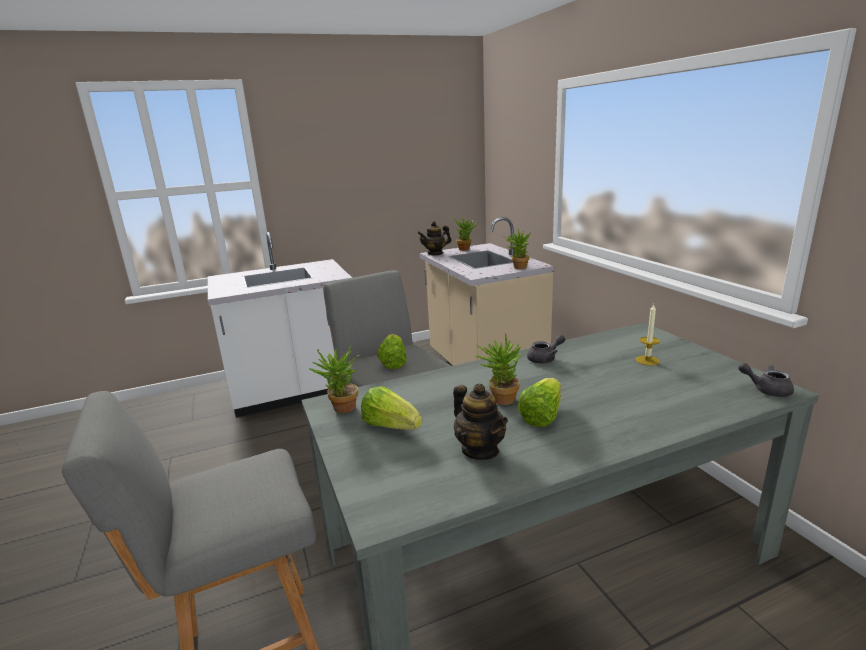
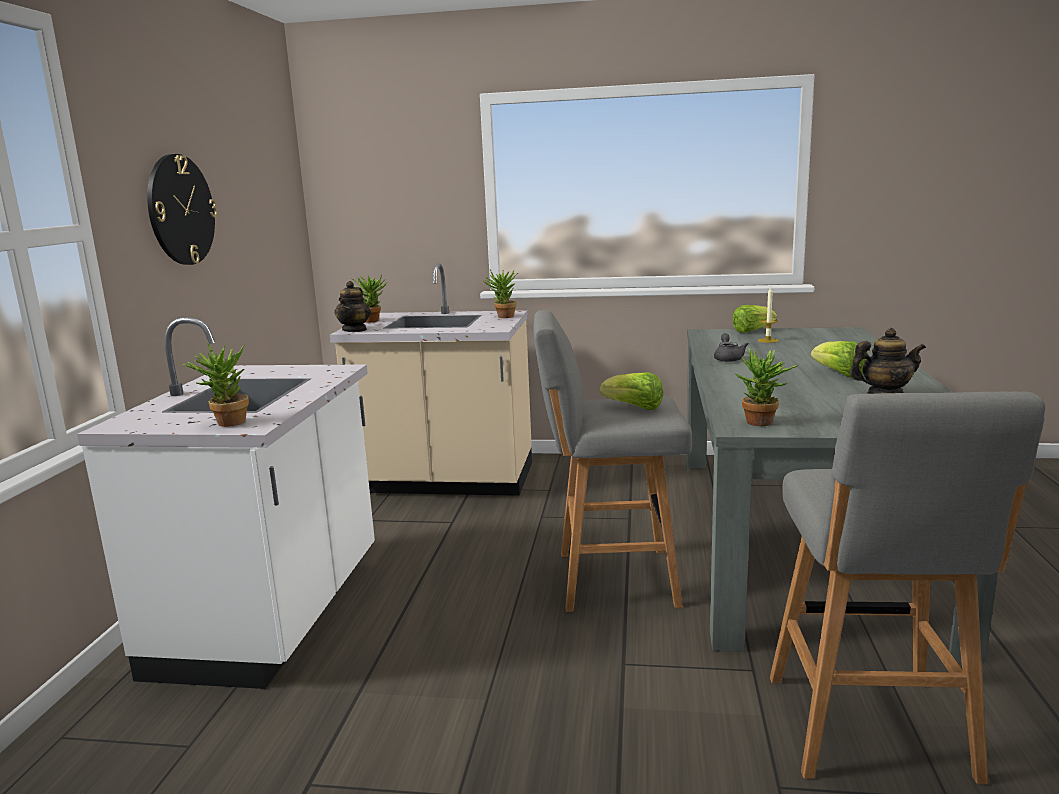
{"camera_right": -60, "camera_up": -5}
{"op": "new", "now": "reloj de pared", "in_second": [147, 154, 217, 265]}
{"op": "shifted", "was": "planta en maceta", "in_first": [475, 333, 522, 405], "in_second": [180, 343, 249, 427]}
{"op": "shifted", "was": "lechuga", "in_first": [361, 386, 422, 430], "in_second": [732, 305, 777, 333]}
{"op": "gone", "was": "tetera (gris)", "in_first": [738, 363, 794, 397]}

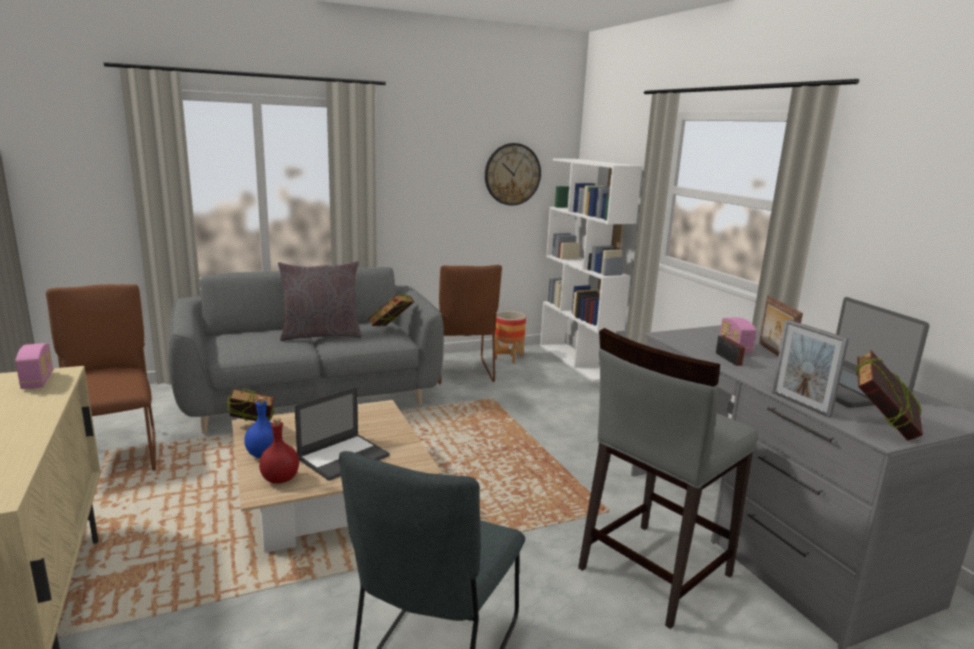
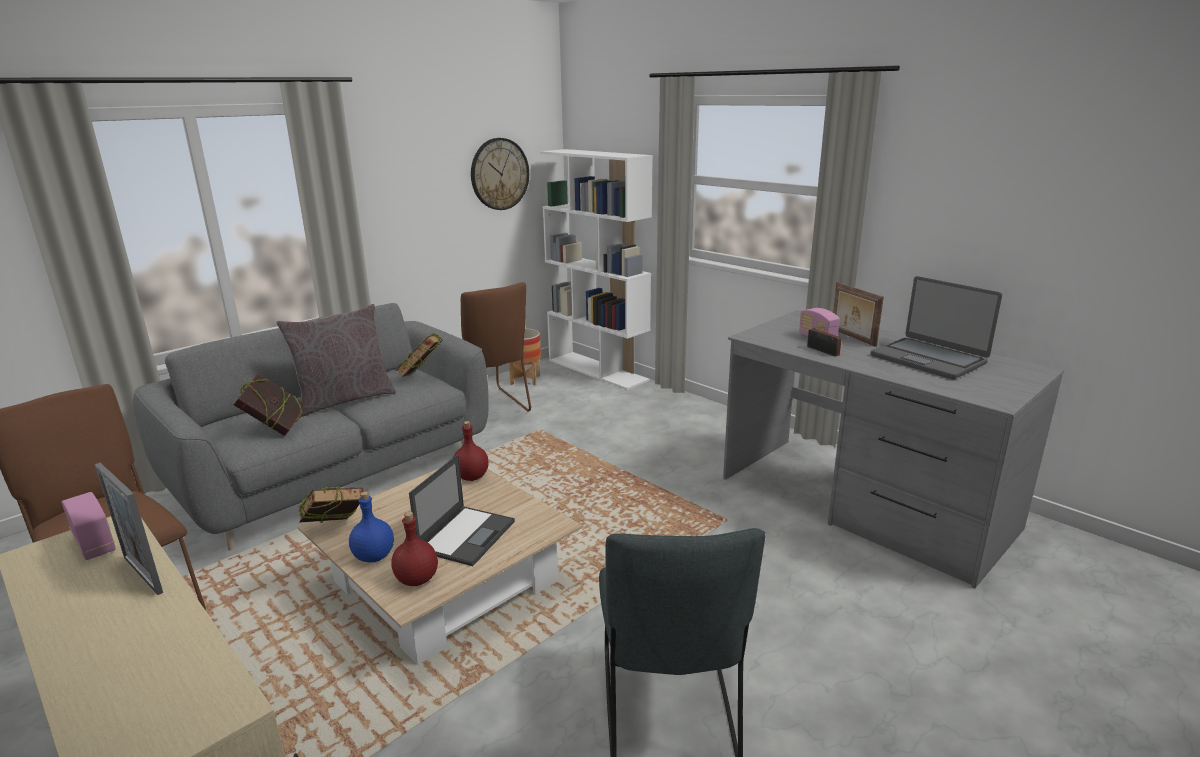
{"camera_right": -20, "camera_up": 5}
{"op": "shifted", "was": "portarretratos", "in_first": [772, 319, 849, 418], "in_second": [95, 463, 163, 595]}
{"op": "shifted", "was": "libro", "in_first": [856, 350, 923, 441], "in_second": [234, 374, 306, 436]}
{"op": "new", "now": "botella (rojo)", "in_second": [454, 421, 489, 481]}
{"op": "gone", "was": "taburete (gris)", "in_first": [578, 328, 758, 629]}

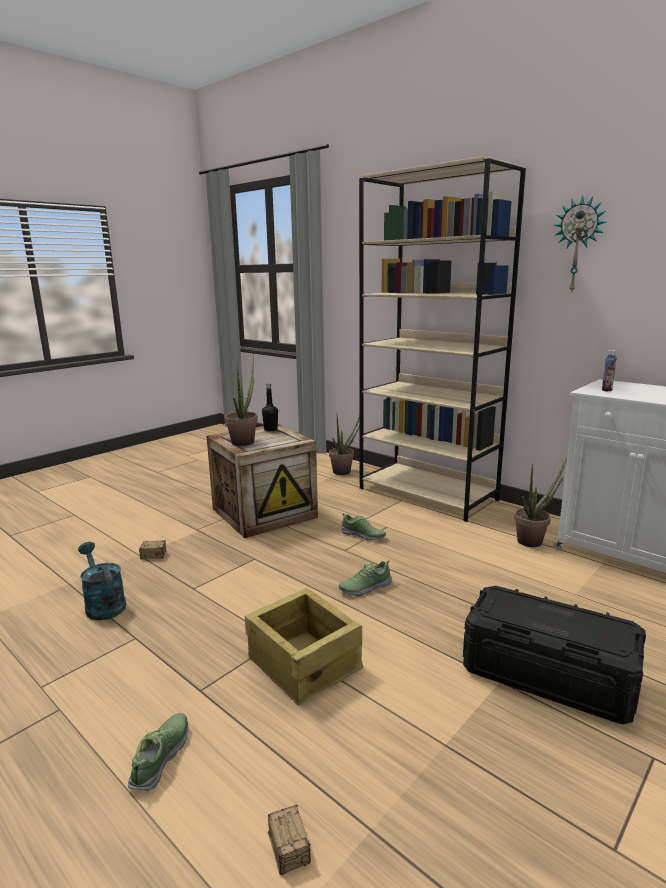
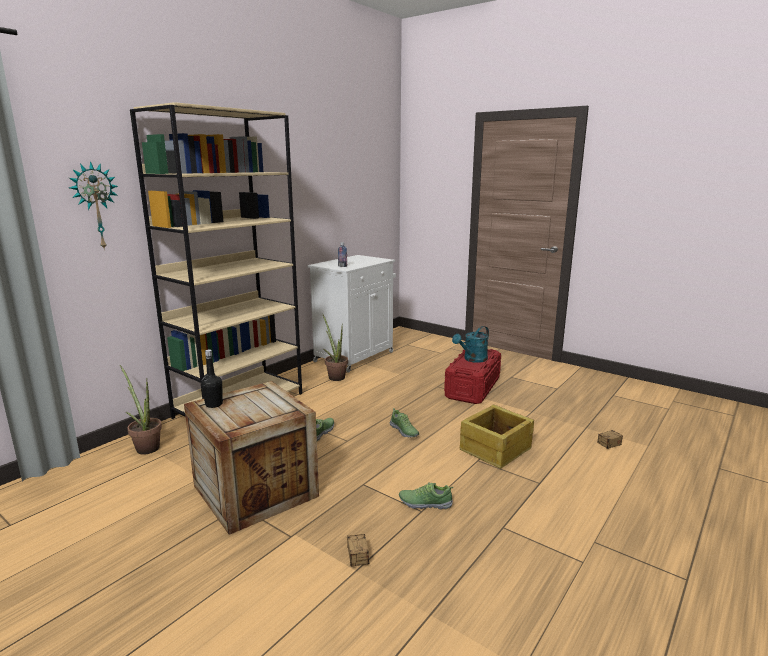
{"camera_right": -95, "camera_up": 0}
{"op": "shifted", "was": "reloj de pared", "in_first": [554, 195, 606, 294], "in_second": [69, 161, 118, 250]}
{"op": "shifted", "was": "zapato", "in_first": [128, 713, 188, 791], "in_second": [399, 482, 453, 510]}
{"op": "repainted", "was": "caja de almacenaje (negro)", "now": "caja de almacenaje (rojo)", "in_first": [463, 586, 646, 725], "in_second": [444, 349, 501, 404]}
{"op": "shifted", "was": "regadera (turquesa)", "in_first": [78, 542, 126, 620], "in_second": [452, 326, 489, 363]}
{"op": "gone", "was": "planta en maceta", "in_first": [225, 354, 258, 446]}

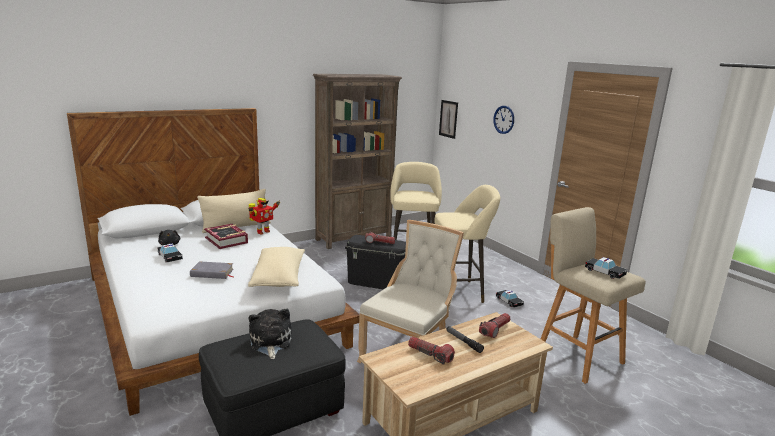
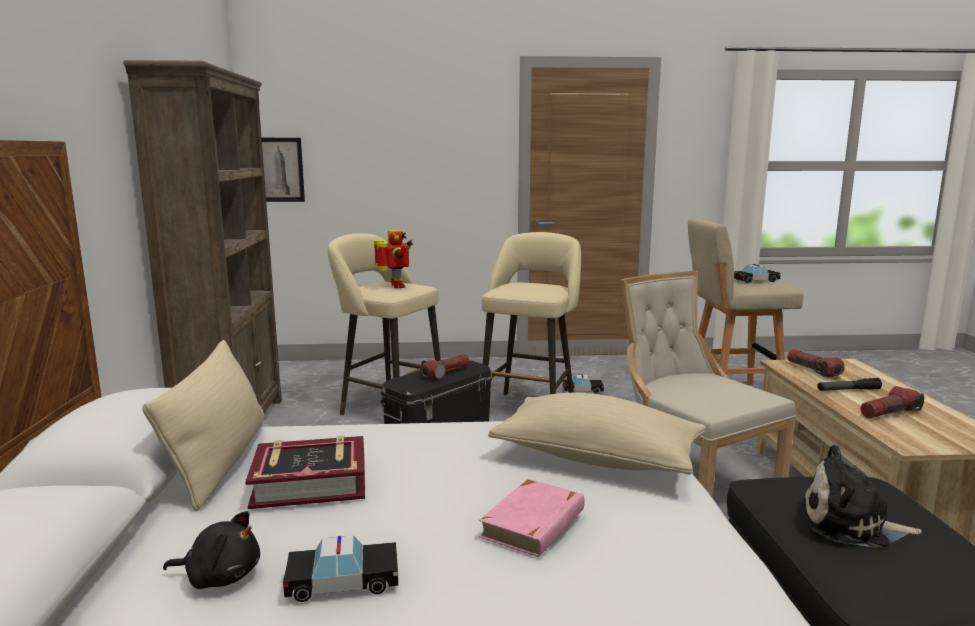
{"camera_right": -60, "camera_up": -5}
{"op": "shifted", "was": "robot de juguete", "in_first": [248, 198, 280, 234], "in_second": [374, 230, 413, 288]}
{"op": "repainted", "was": "libro (gris)", "now": "libro (rosa)", "in_first": [190, 261, 234, 279], "in_second": [479, 479, 585, 557]}
{"op": "gone", "was": "reloj de pared", "in_first": [493, 106, 514, 134]}

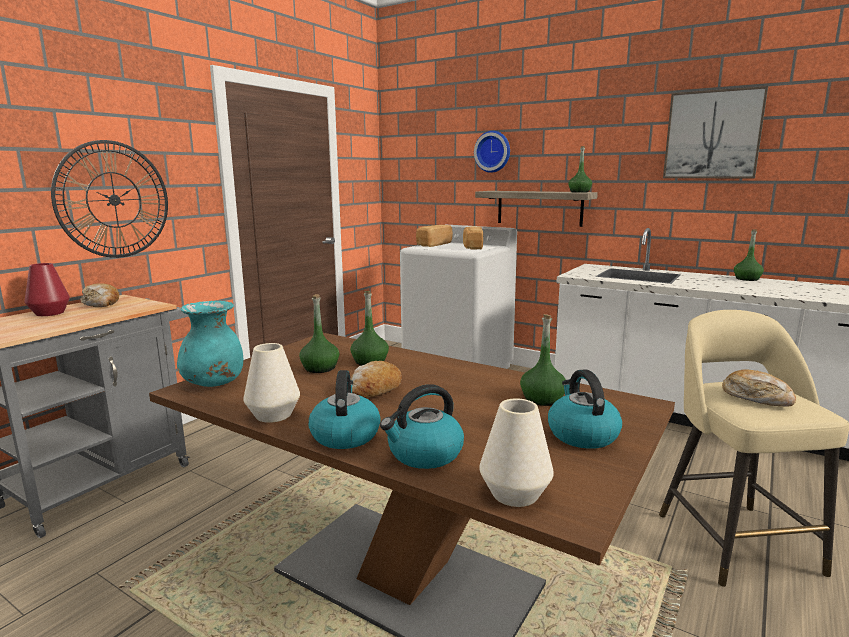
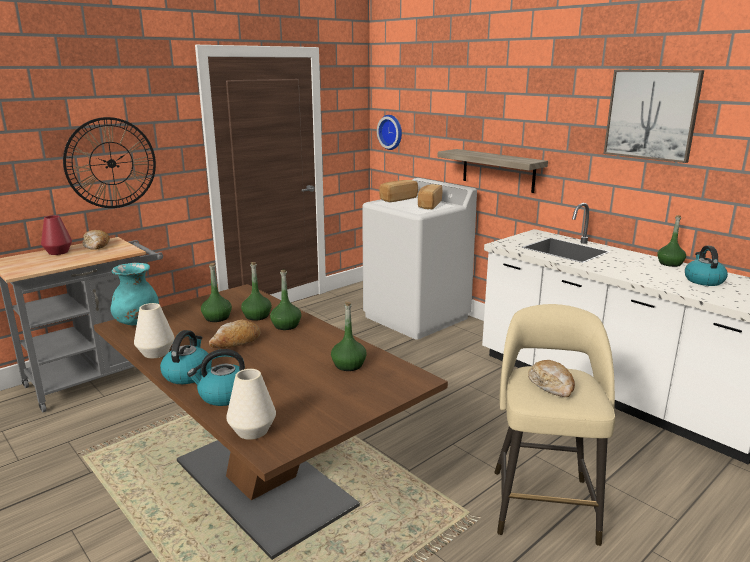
{"camera_right": 15, "camera_up": 5}
{"op": "shifted", "was": "botella (verde)", "in_first": [568, 146, 592, 193], "in_second": [270, 270, 301, 330]}
{"op": "shifted", "was": "reloj de pared", "in_first": [474, 131, 510, 173], "in_second": [377, 115, 402, 150]}
{"op": "shifted", "was": "hervidor", "in_first": [548, 369, 622, 449], "in_second": [685, 246, 728, 286]}

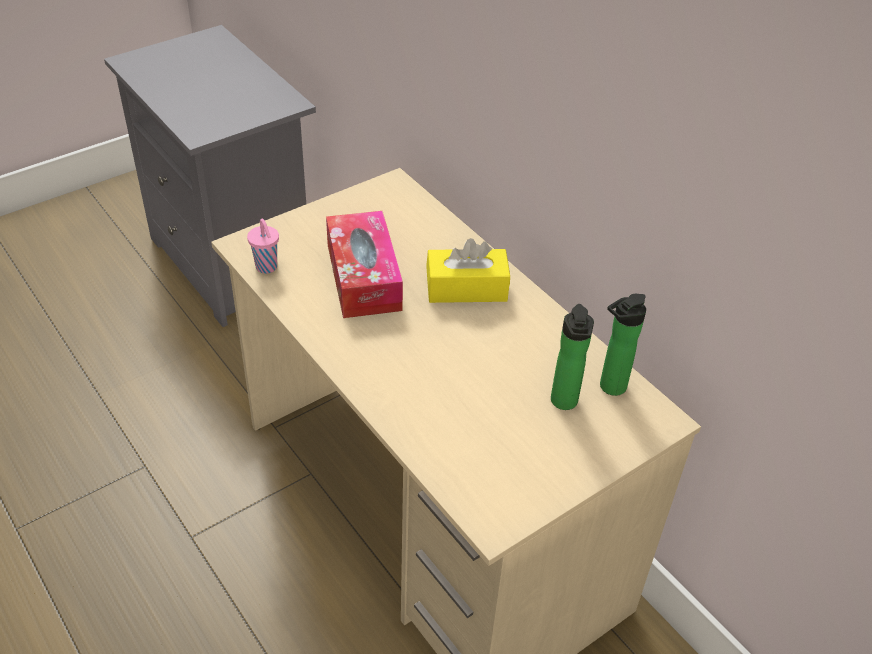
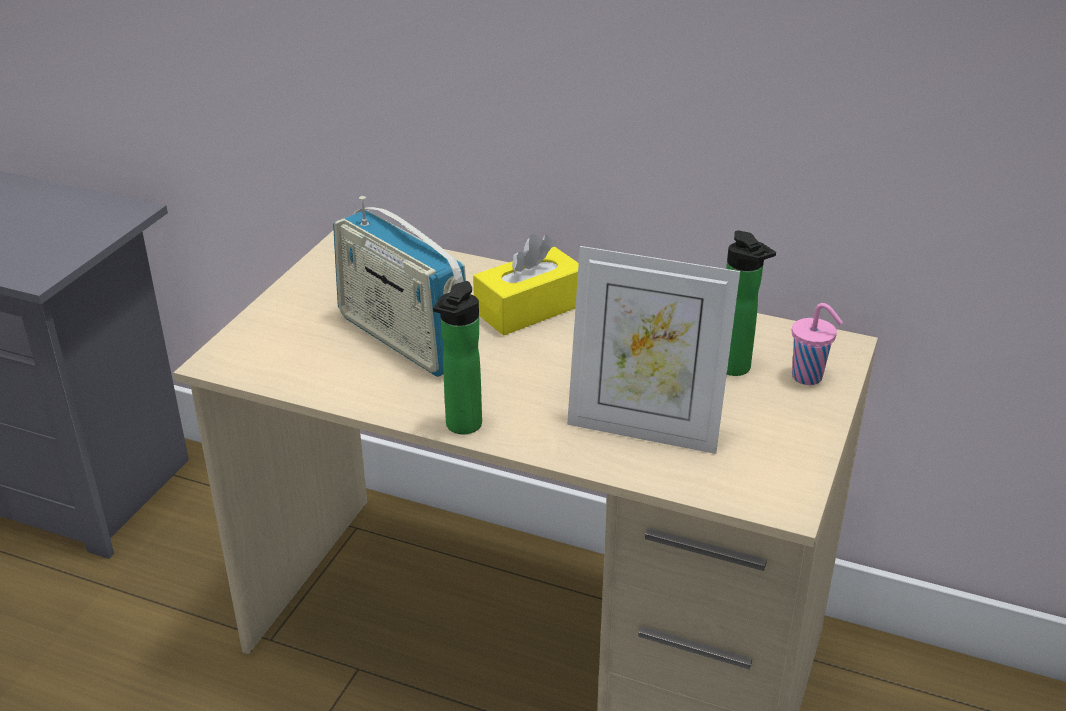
{"camera_right": -30, "camera_up": -10}
{"op": "swapped", "was": "caja de pañuelos", "now": "radio", "in_first": [326, 211, 403, 318], "in_second": [333, 196, 466, 377]}
{"op": "shifted", "was": "botella", "in_first": [600, 294, 646, 396], "in_second": [433, 281, 482, 434]}
{"op": "new", "now": "portarretratos", "in_second": [567, 246, 740, 454]}
{"op": "shifted", "was": "taza (rosa)", "in_first": [247, 219, 279, 274], "in_second": [792, 303, 843, 385]}

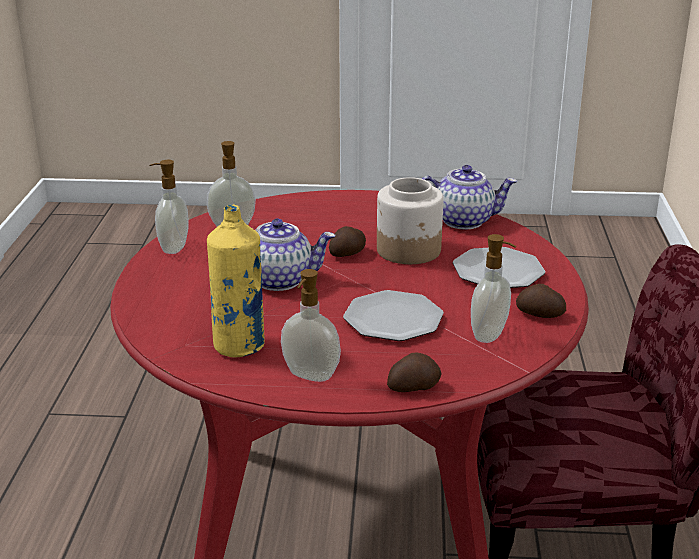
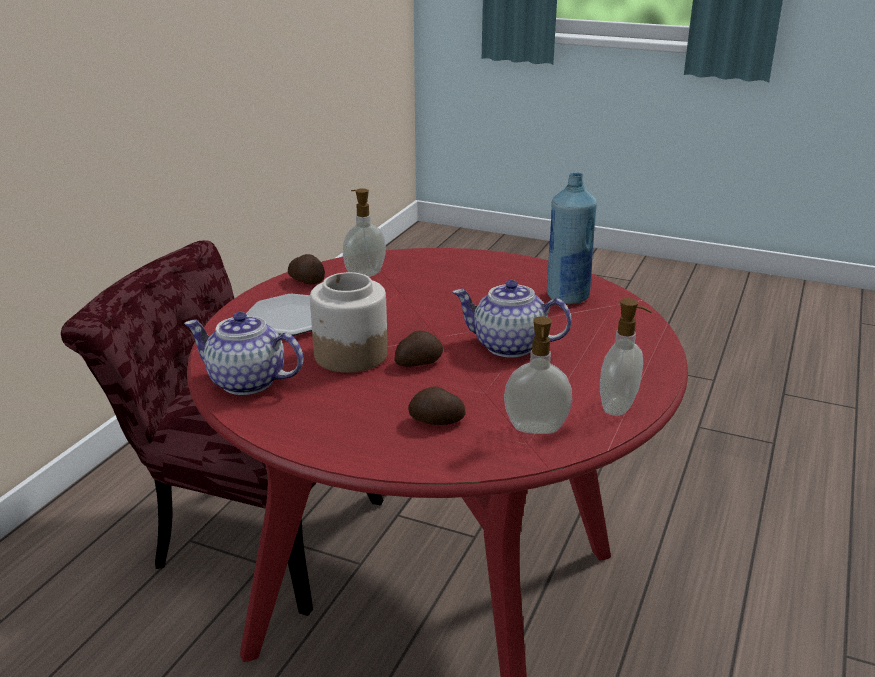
{"camera_right": -160, "camera_up": 0}
{"op": "shifted", "was": "patata", "in_first": [387, 352, 442, 392], "in_second": [408, 386, 465, 425]}
{"op": "repainted", "was": "botella (amarillo)", "now": "botella (azul)", "in_first": [207, 204, 265, 358], "in_second": [547, 173, 597, 304]}
{"op": "gone", "was": "dispensador de jabón", "in_first": [281, 269, 341, 382]}
{"op": "gone", "was": "plato", "in_first": [343, 290, 444, 341]}

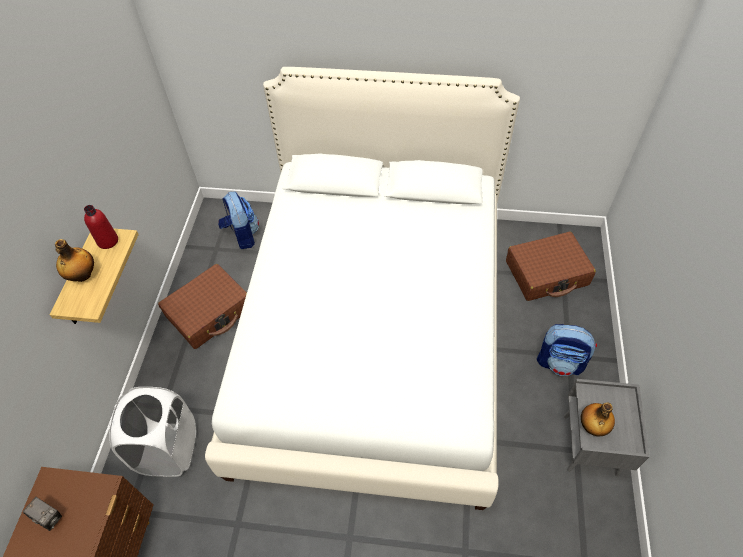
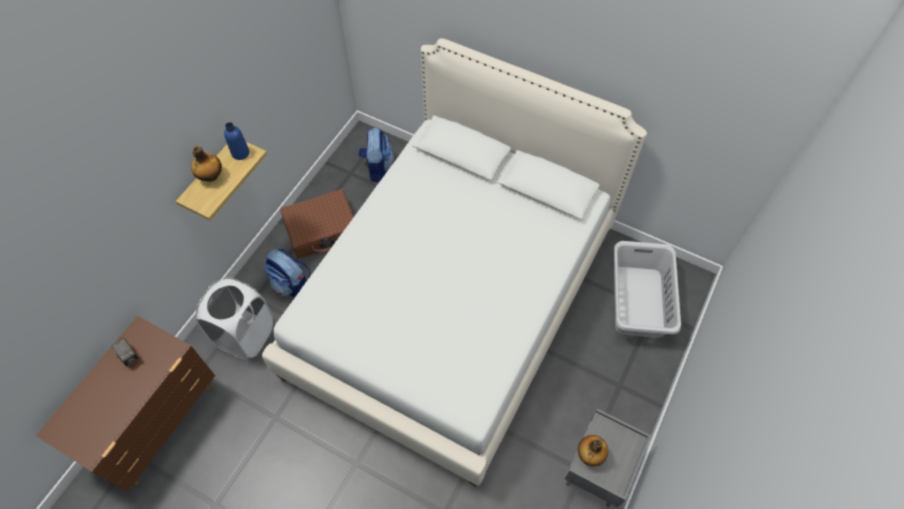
{"camera_right": 20, "camera_up": 5}
{"op": "repainted", "was": "botella (rojo)", "now": "botella (azul)", "in_first": [84, 205, 118, 249], "in_second": [224, 122, 249, 160]}
{"op": "shifted", "was": "mochila", "in_first": [537, 324, 597, 376], "in_second": [264, 248, 311, 298]}
{"op": "swapped", "was": "maleta (marrón)", "now": "cesto de la ropa (gris)", "in_first": [506, 232, 596, 301], "in_second": [614, 241, 681, 338]}

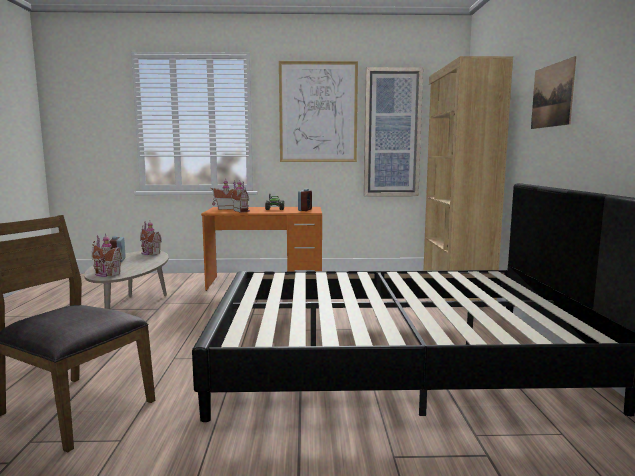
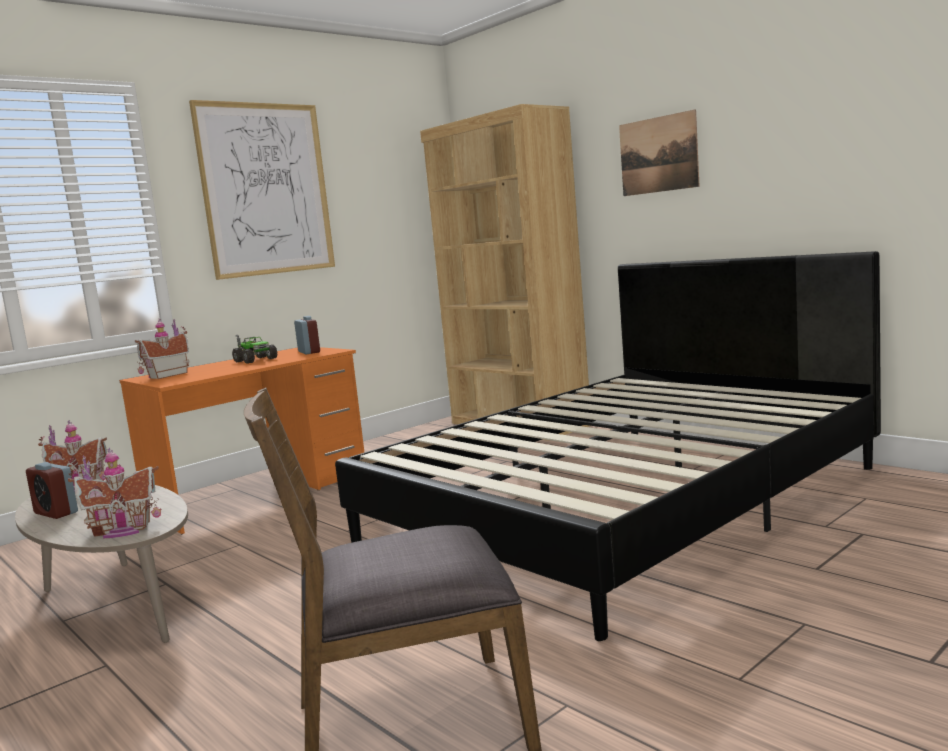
{"camera_right": -40, "camera_up": 0}
{"op": "gone", "was": "casita", "in_first": [231, 179, 250, 213]}
{"op": "gone", "was": "cuadro", "in_first": [364, 67, 423, 196]}

